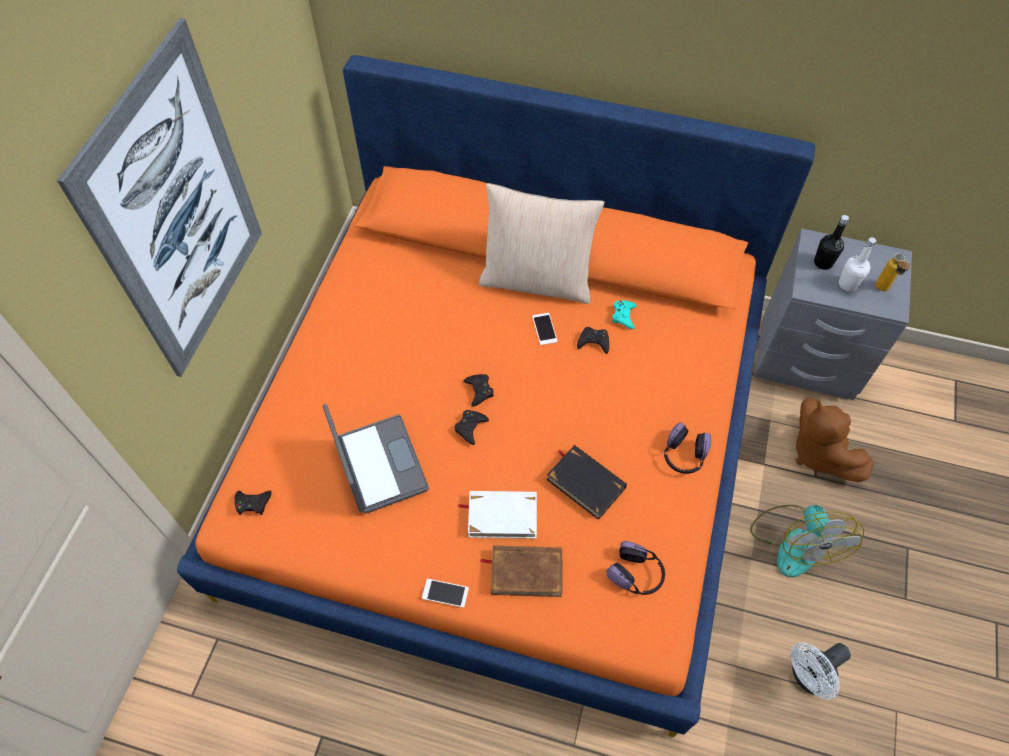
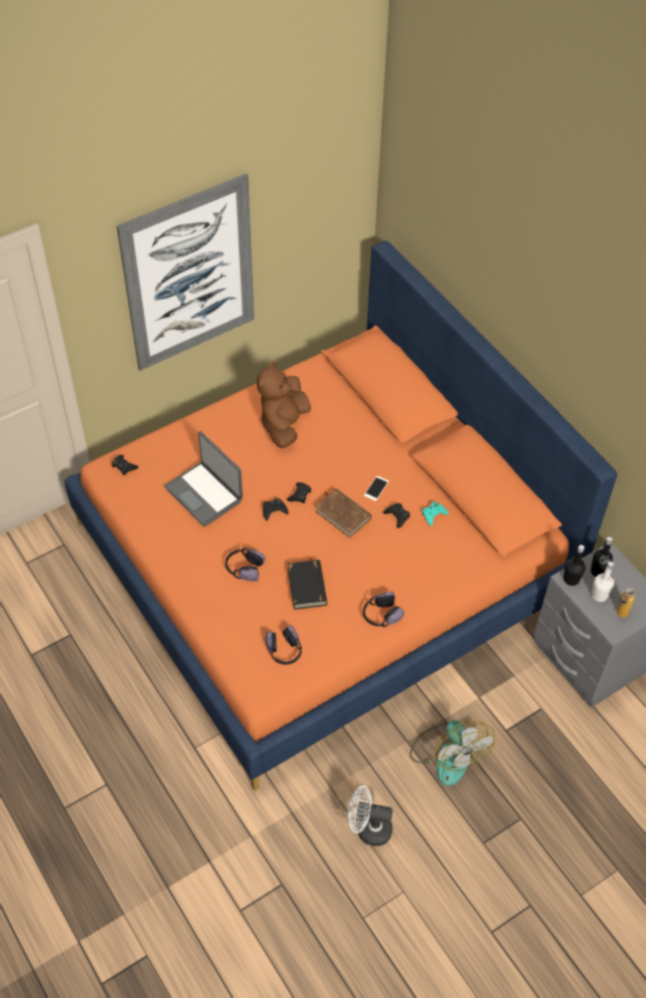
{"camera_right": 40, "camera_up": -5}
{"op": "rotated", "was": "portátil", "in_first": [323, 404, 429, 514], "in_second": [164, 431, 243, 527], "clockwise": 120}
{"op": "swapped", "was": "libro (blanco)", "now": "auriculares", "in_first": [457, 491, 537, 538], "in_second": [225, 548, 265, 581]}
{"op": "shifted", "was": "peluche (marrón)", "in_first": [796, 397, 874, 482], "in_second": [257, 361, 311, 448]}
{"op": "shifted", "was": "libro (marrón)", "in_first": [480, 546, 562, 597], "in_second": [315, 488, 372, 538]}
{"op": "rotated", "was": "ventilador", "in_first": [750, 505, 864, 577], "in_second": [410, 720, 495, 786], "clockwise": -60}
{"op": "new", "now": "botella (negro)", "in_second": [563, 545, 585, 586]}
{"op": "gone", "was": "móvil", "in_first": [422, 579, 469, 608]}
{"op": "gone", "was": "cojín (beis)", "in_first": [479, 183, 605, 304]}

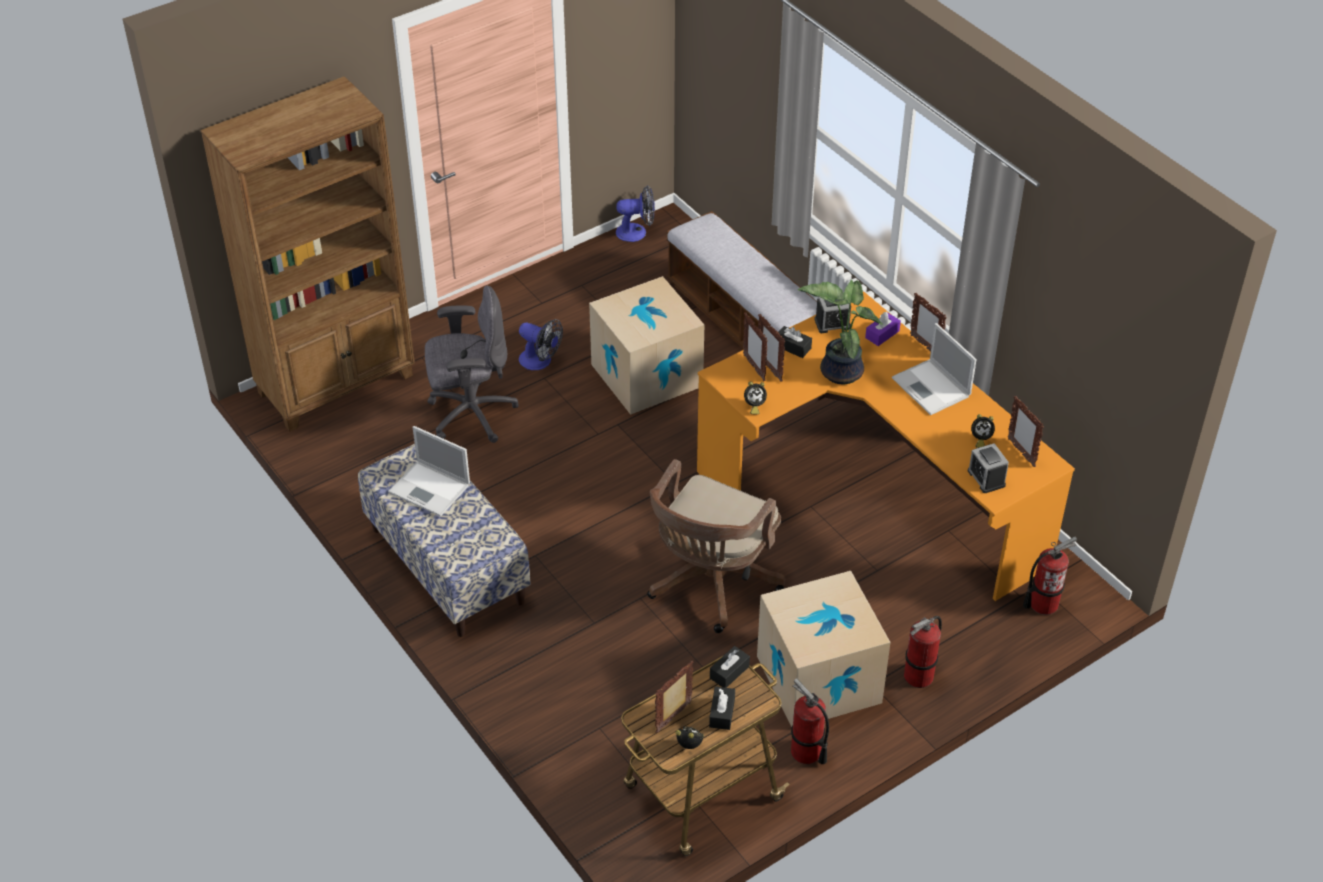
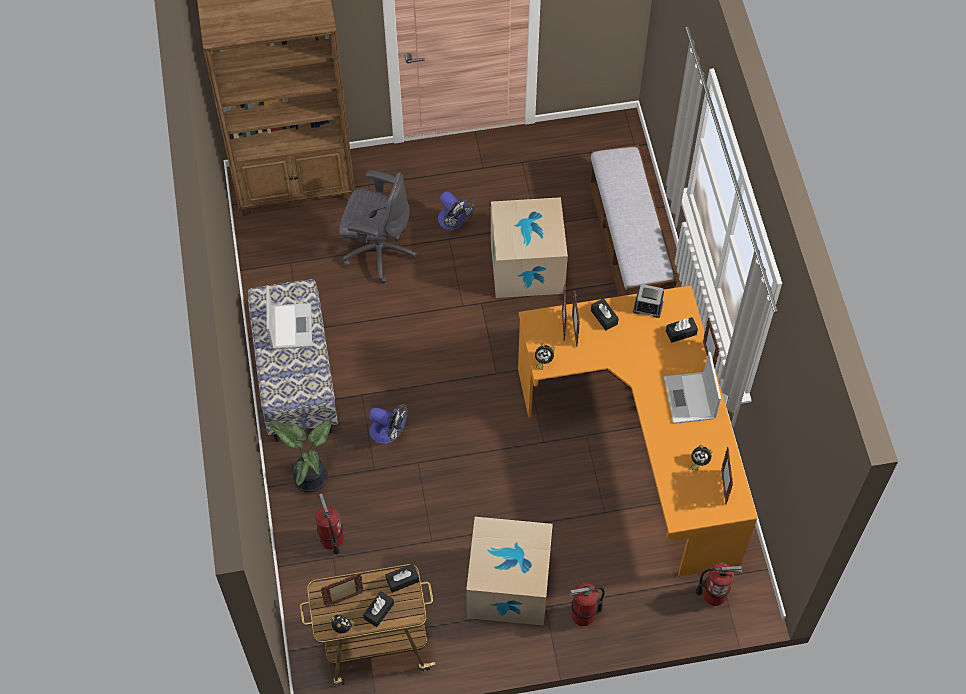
{"camera_right": 25, "camera_up": 15}
{"op": "rotated", "was": "portátil", "in_first": [388, 426, 470, 517], "in_second": [266, 285, 312, 349], "clockwise": -150}
{"op": "shifted", "was": "planta en maceta", "in_first": [798, 280, 883, 384], "in_second": [266, 421, 331, 493]}
{"op": "shifted", "was": "extintor", "in_first": [791, 678, 829, 764], "in_second": [315, 493, 343, 554]}
{"op": "shifted", "was": "ventilador", "in_first": [616, 185, 655, 242], "in_second": [369, 404, 408, 444]}
{"op": "repainted", "was": "caja de pañuelos (morado)", "now": "caja de pañuelos (negro)", "in_first": [865, 312, 901, 346], "in_second": [666, 317, 698, 343]}
{"op": "gone", "was": "silla de oficina (marrón)", "in_first": [647, 459, 785, 633]}
{"op": "gone", "was": "despertador", "in_first": [968, 443, 1009, 493]}

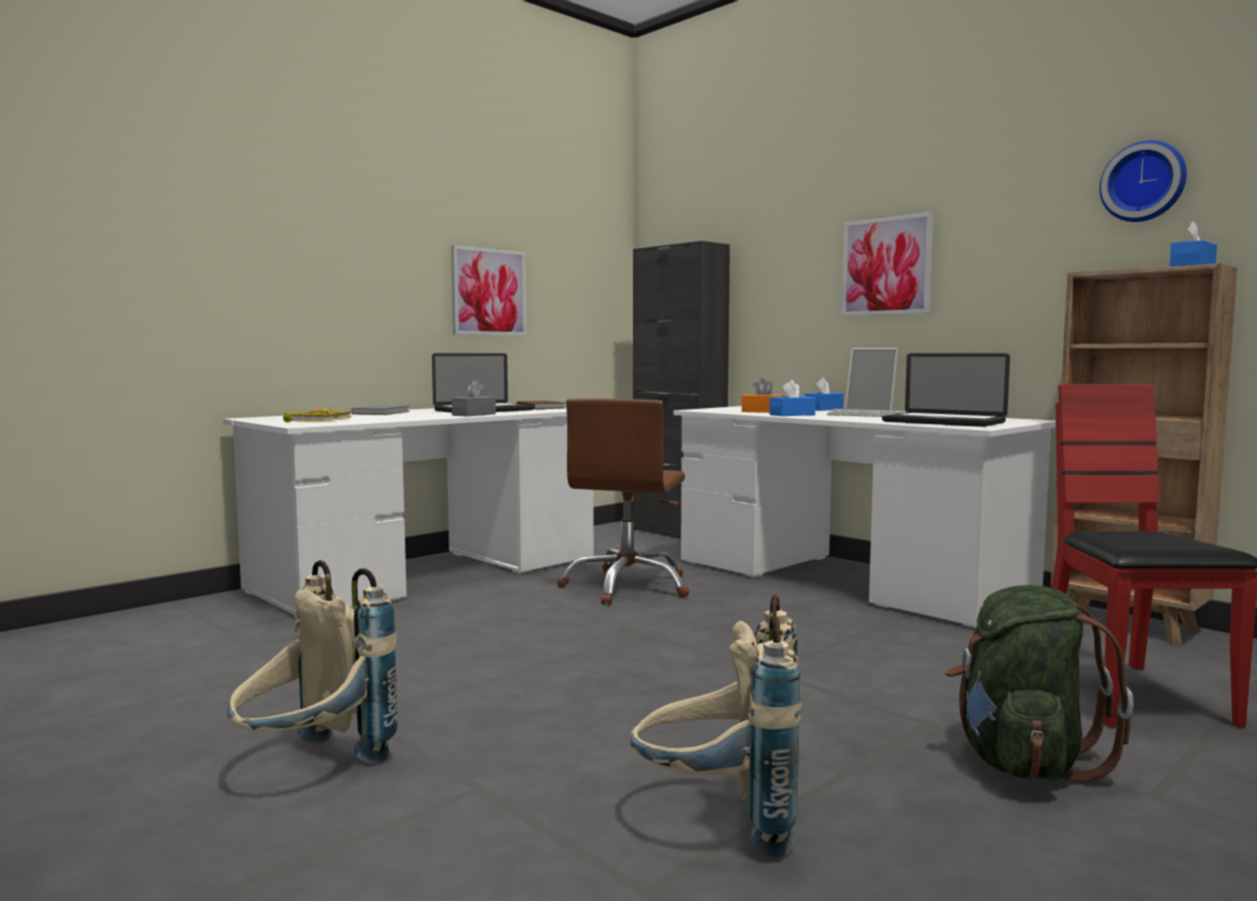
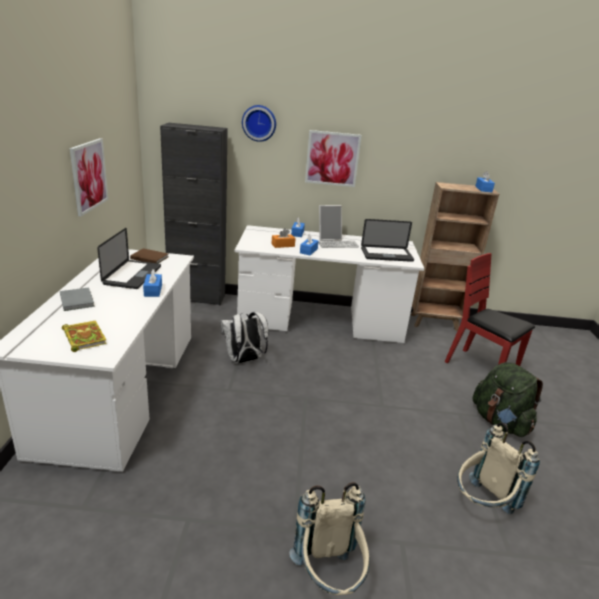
{"camera_right": -45, "camera_up": 20}
{"op": "repainted", "was": "caja de pañuelos (gris)", "now": "caja de pañuelos (azul)", "in_first": [452, 380, 496, 417], "in_second": [143, 269, 162, 297]}
{"op": "swapped", "was": "silla de oficina (marrón)", "now": "mochila (blanco)", "in_first": [557, 399, 689, 605], "in_second": [220, 312, 268, 364]}
{"op": "shifted", "was": "reloj de pared", "in_first": [1100, 140, 1187, 222], "in_second": [242, 105, 276, 142]}

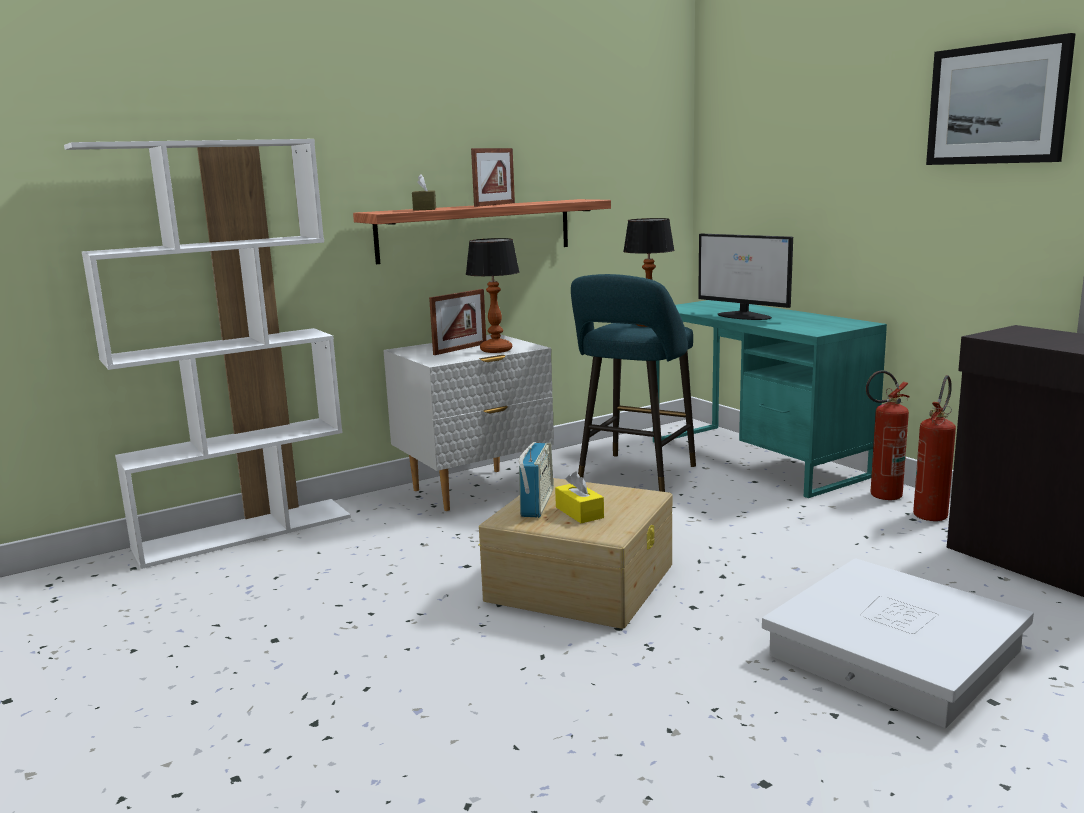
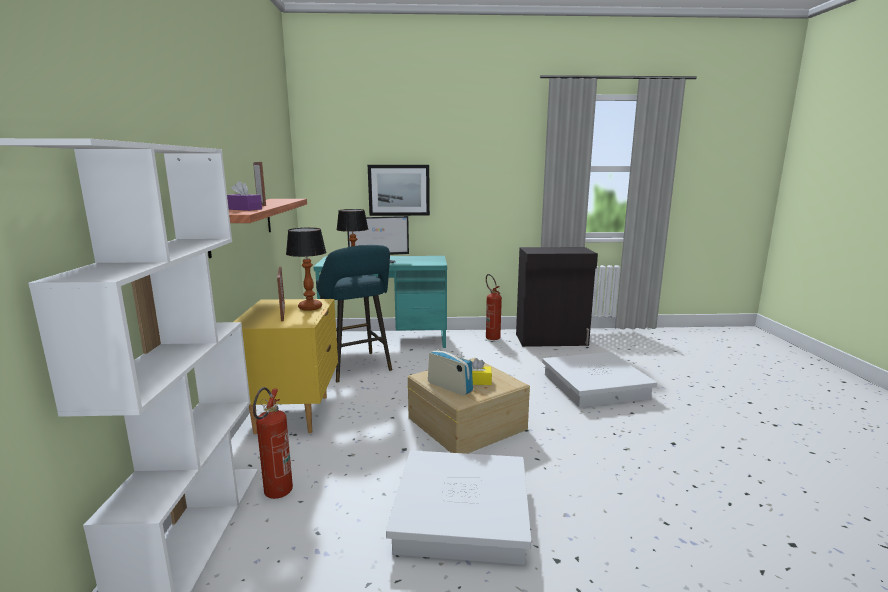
{"camera_right": -60, "camera_up": 0}
{"op": "repainted", "was": "caja de pañuelos (marrón)", "now": "caja de pañuelos (morado)", "in_first": [412, 174, 436, 211], "in_second": [227, 181, 262, 211]}
{"op": "repainted", "was": "mesita de noche (blanco)", "now": "mesita de noche (amarillo)", "in_first": [383, 334, 554, 511], "in_second": [234, 299, 338, 434]}
{"op": "shifted", "was": "extintor", "in_first": [866, 370, 910, 500], "in_second": [253, 387, 293, 499]}
{"op": "shifted", "was": "cuadro", "in_first": [926, 33, 1076, 165], "in_second": [368, 165, 430, 216]}
{"op": "new", "now": "caja de almacenaje (blanco)", "in_second": [386, 450, 531, 565]}

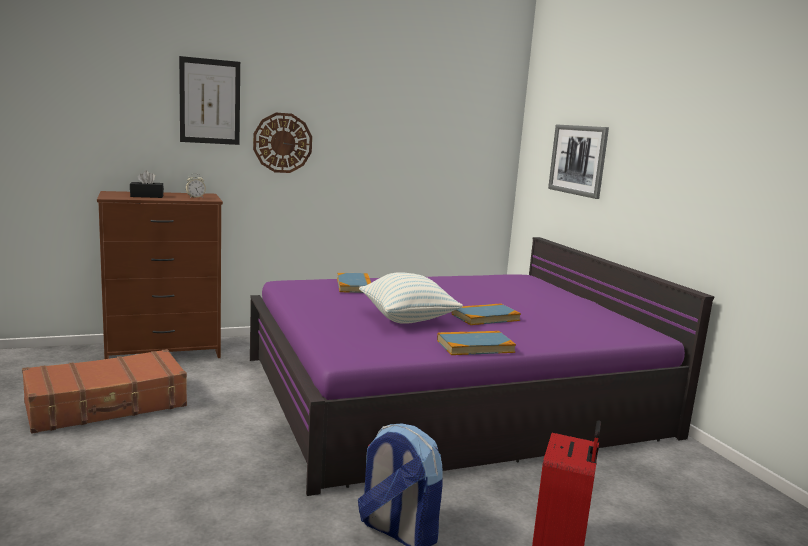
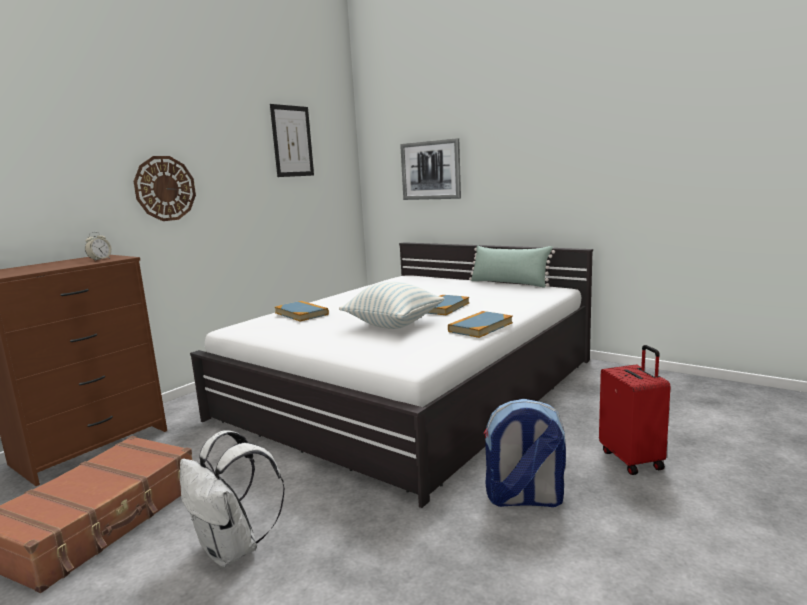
{"camera_right": -30, "camera_up": 0}
{"op": "new", "now": "mochila (blanco)", "in_second": [180, 430, 285, 567]}
{"op": "repainted", "was": "cama (morado)", "now": "cama (blanco)", "in_first": [250, 237, 714, 496], "in_second": [190, 242, 593, 508]}
{"op": "shifted", "was": "cuadro", "in_first": [179, 56, 240, 145], "in_second": [270, 104, 314, 177]}
{"op": "new", "now": "cojín (verde)", "in_second": [469, 245, 555, 288]}
{"op": "gone", "was": "caja de pañuelos (negro)", "in_first": [130, 171, 164, 198]}

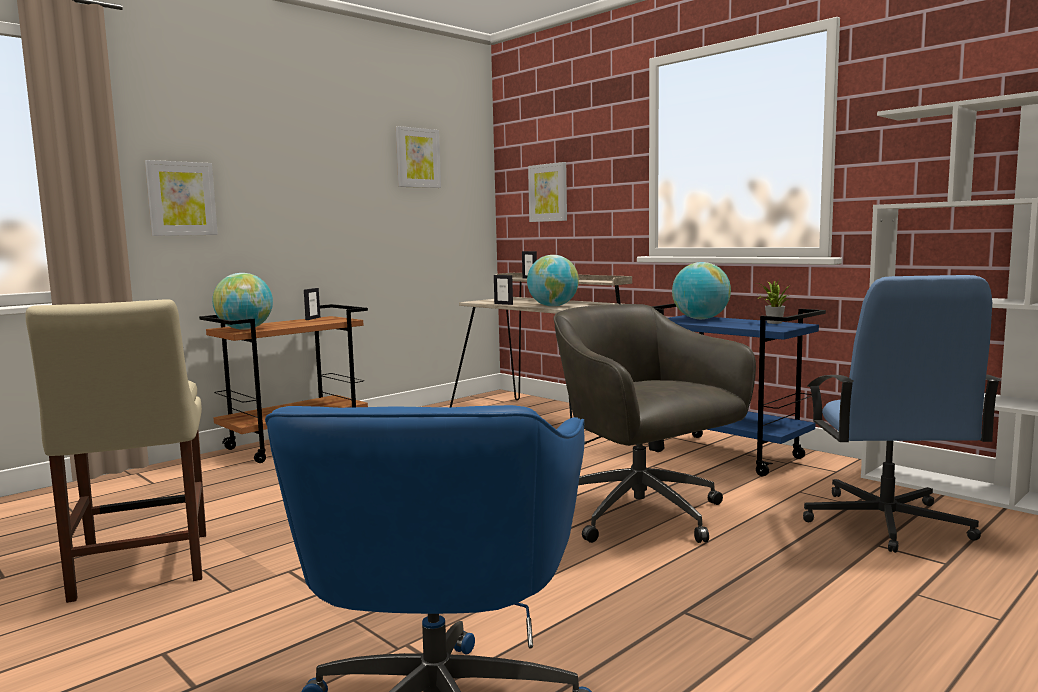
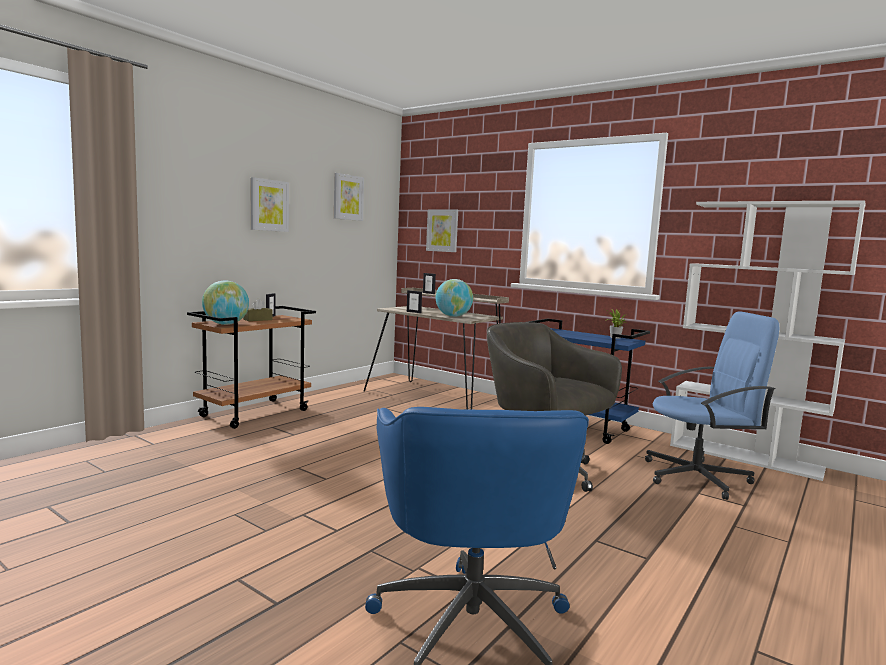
{"camera_right": -10, "camera_up": 0}
{"op": "new", "now": "caja de pañuelos (marrón)", "in_second": [243, 299, 273, 321]}
{"op": "shifted", "was": "cuadro", "in_first": [145, 160, 218, 236], "in_second": [251, 177, 289, 232]}
{"op": "rotated", "was": "silla de oficina (azul)", "in_first": [803, 275, 1001, 553], "in_second": [645, 311, 779, 500], "clockwise": -90}
{"op": "gone", "was": "silla (beis)", "in_first": [25, 299, 206, 603]}
{"op": "gone", "was": "globo terráqueo", "in_first": [672, 262, 731, 319]}

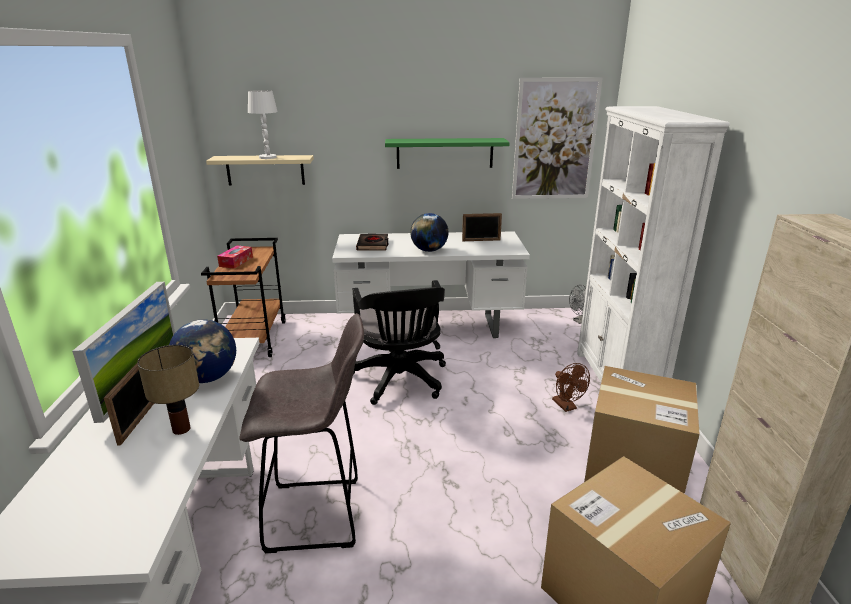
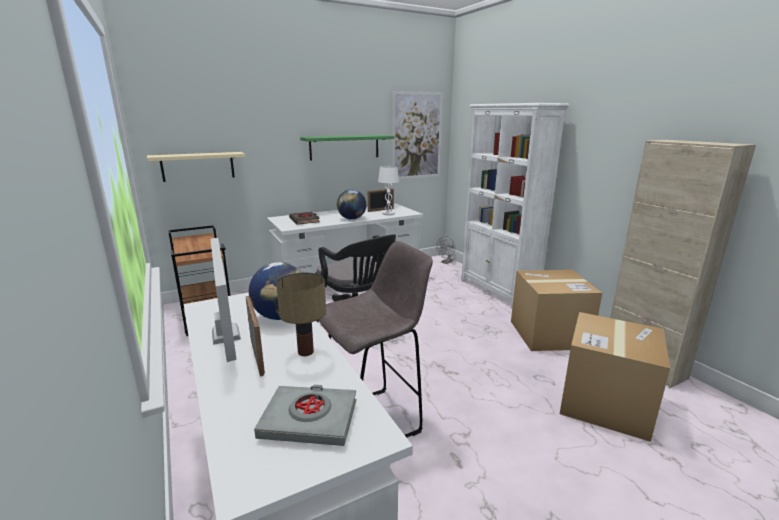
{"camera_right": -25, "camera_up": -5}
{"op": "new", "now": "libro (gris)", "in_second": [254, 385, 356, 446]}
{"op": "shifted", "was": "lámpara de mesa (blanco)", "in_first": [248, 90, 278, 159], "in_second": [378, 166, 399, 215]}
{"op": "gone", "was": "caja de pañuelos", "in_first": [217, 245, 253, 269]}
{"op": "gone", "was": "ventilador (marrón)", "in_first": [552, 363, 590, 412]}

